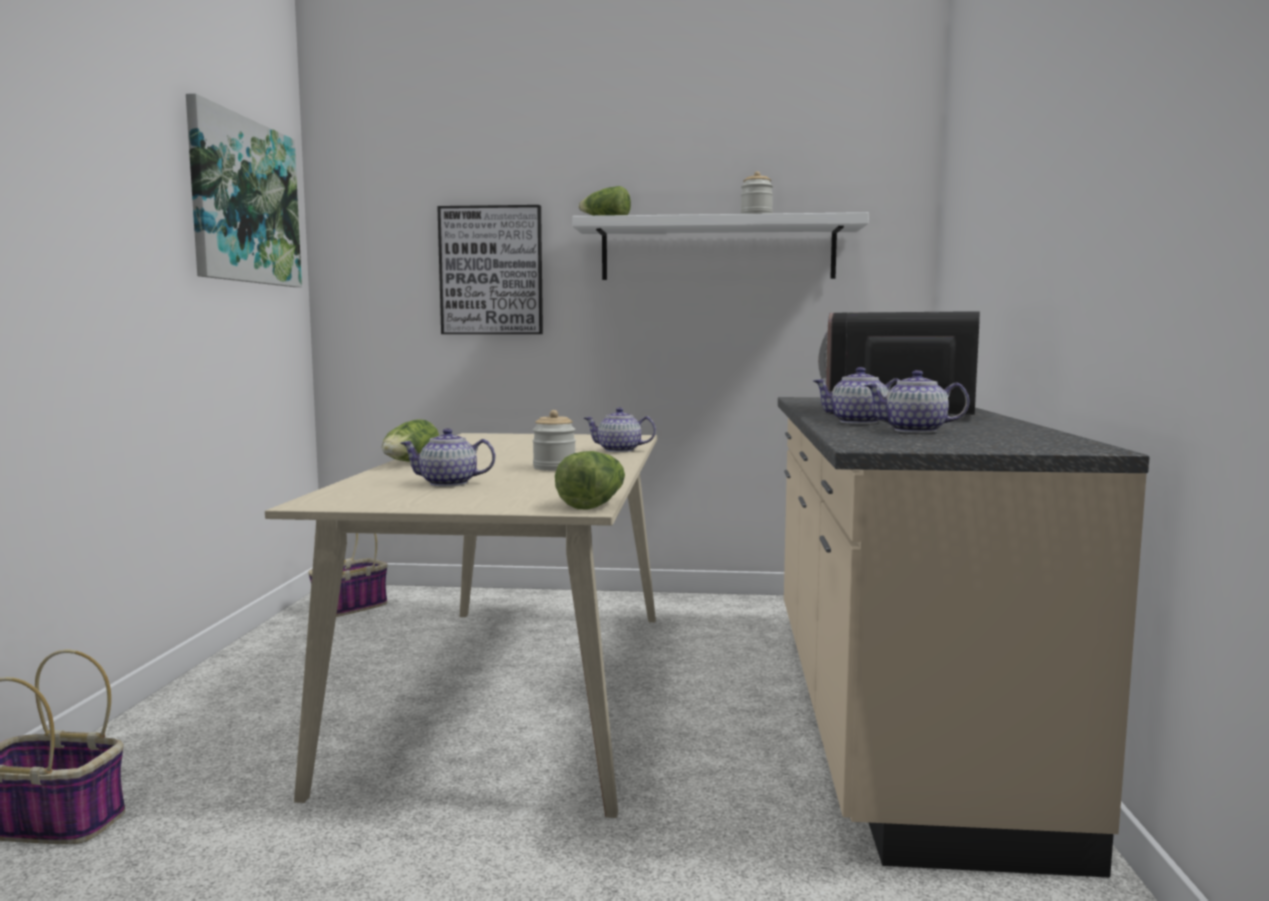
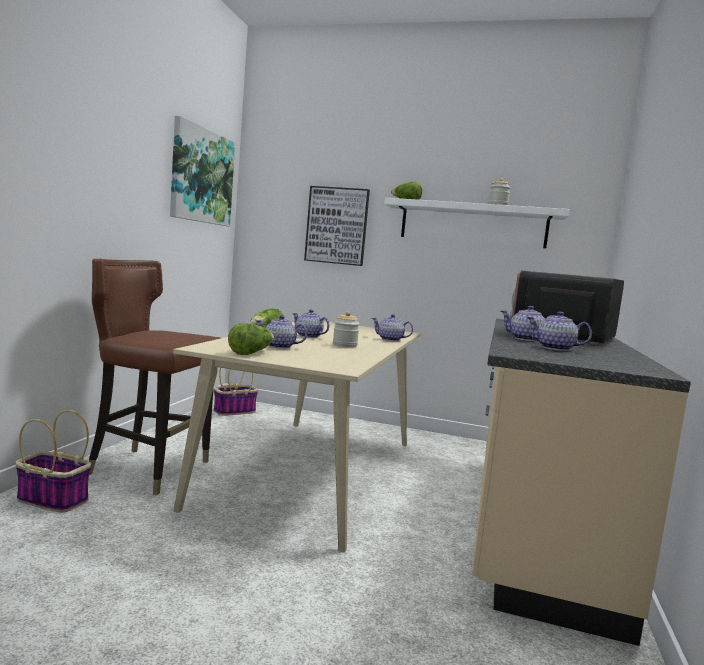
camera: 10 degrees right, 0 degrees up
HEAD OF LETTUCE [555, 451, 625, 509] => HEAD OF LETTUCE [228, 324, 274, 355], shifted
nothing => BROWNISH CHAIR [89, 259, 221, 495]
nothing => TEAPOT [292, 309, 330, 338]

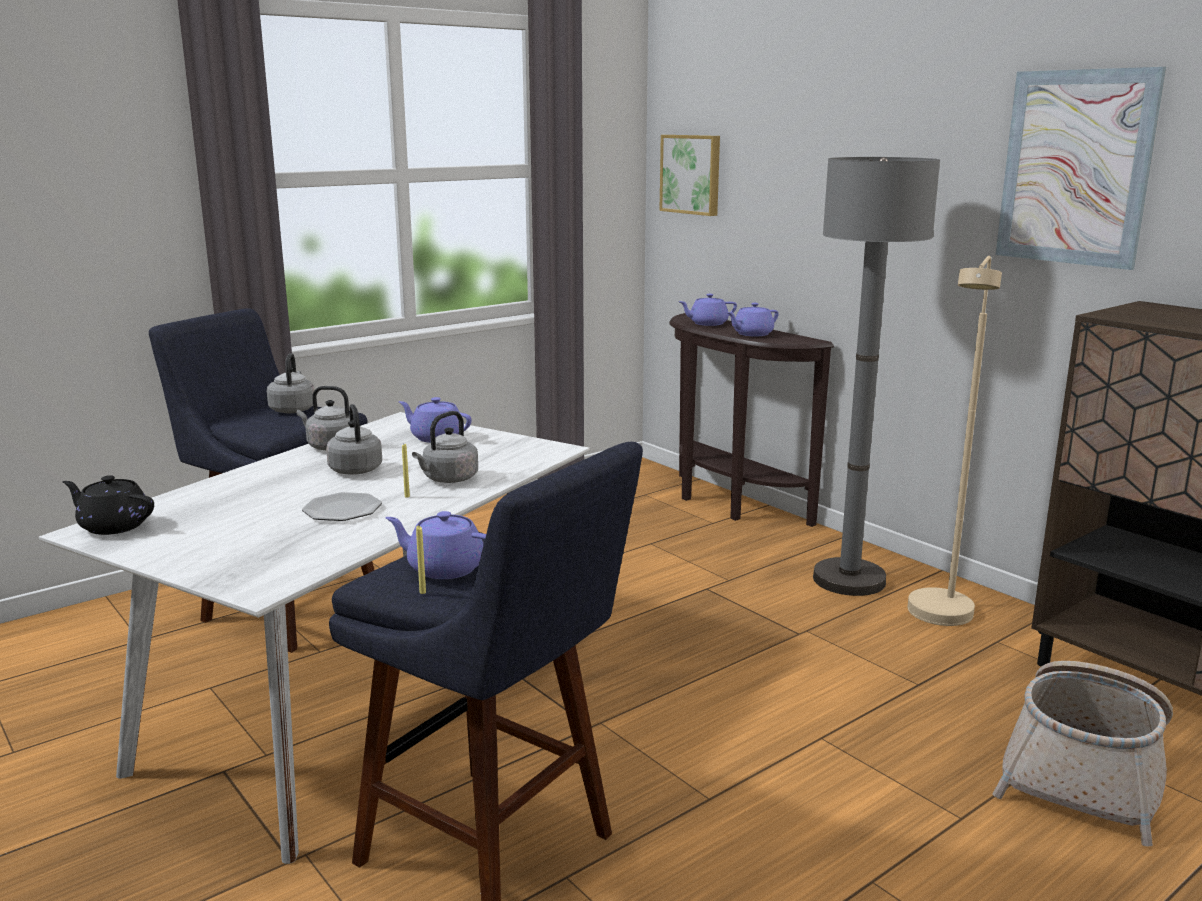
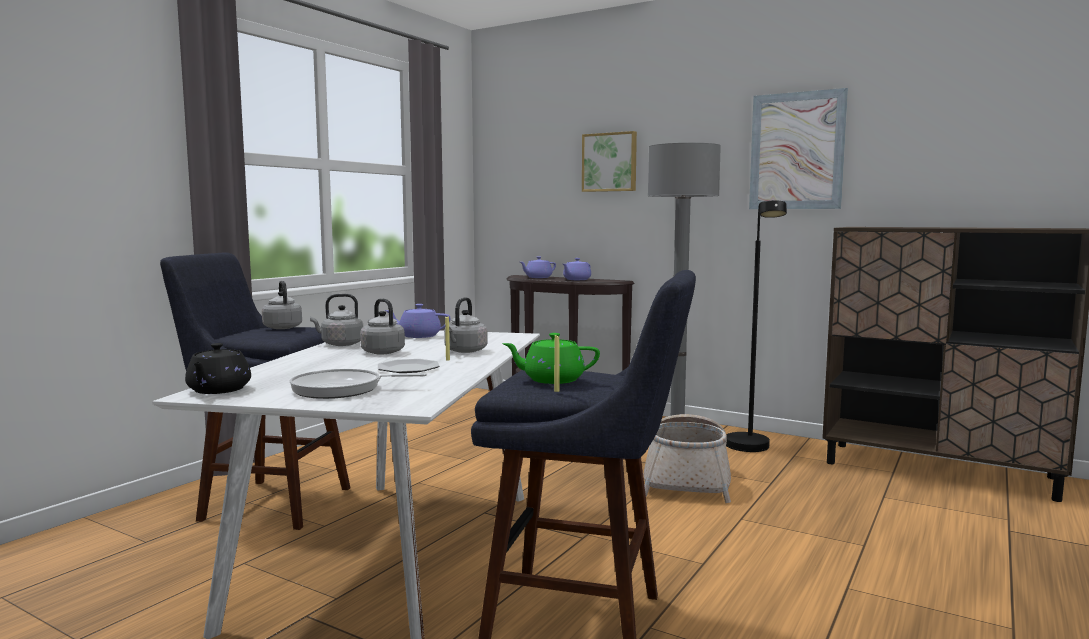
camera: 20 degrees left, 10 degrees down
PICTURE [659, 135, 720, 216] => PICTURE [582, 131, 637, 192], shifted
BEIGE STANDARD LAMP [908, 256, 1002, 626] => BLACK STANDARD LAMP [726, 200, 787, 452]
BLACK TEAPOT [63, 475, 154, 535] => BLACK TEAPOT [185, 343, 251, 394], 90 degrees counterclockwise
PURPLE TEAPOT [385, 511, 486, 579] => GREEN TEAPOT [502, 333, 600, 384]
STORAGE BASKET [993, 661, 1173, 847] => STORAGE BASKET [644, 414, 731, 503], shifted
nothing => FRYING PAN [290, 369, 427, 399]

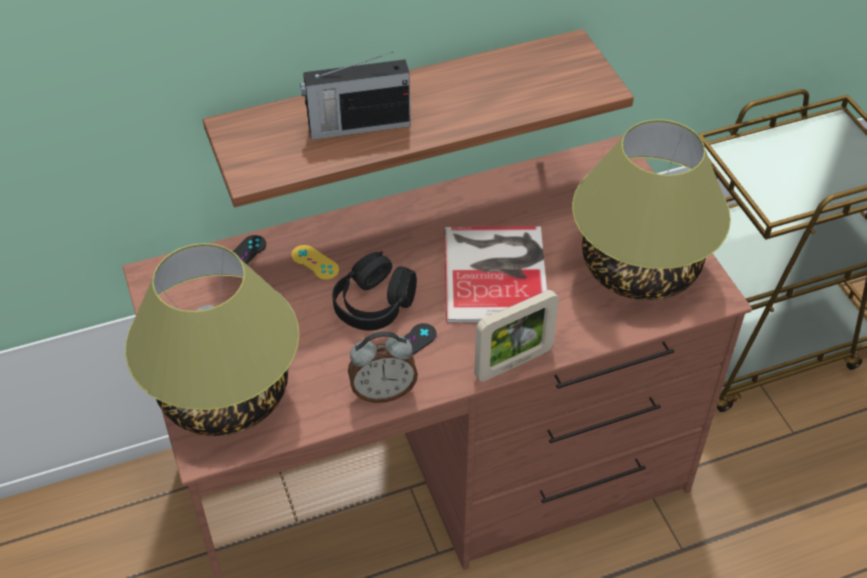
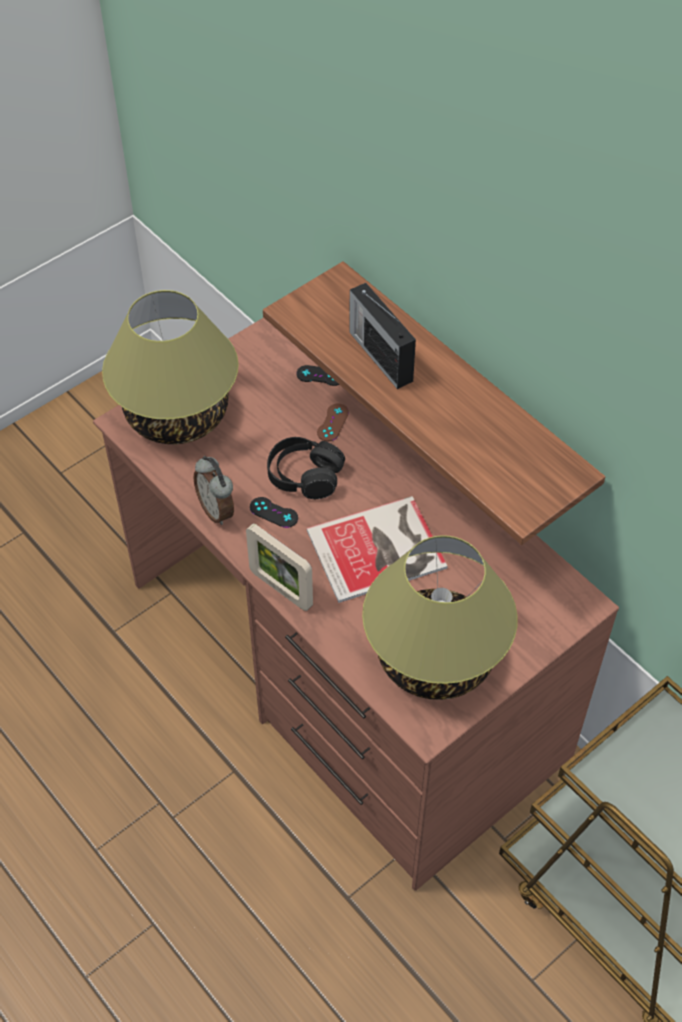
camera: 70 degrees right, 5 degrees up
YELLOWISH GAMEPAD [291, 245, 339, 280] => BROWNISH GAMEPAD [317, 403, 349, 441]

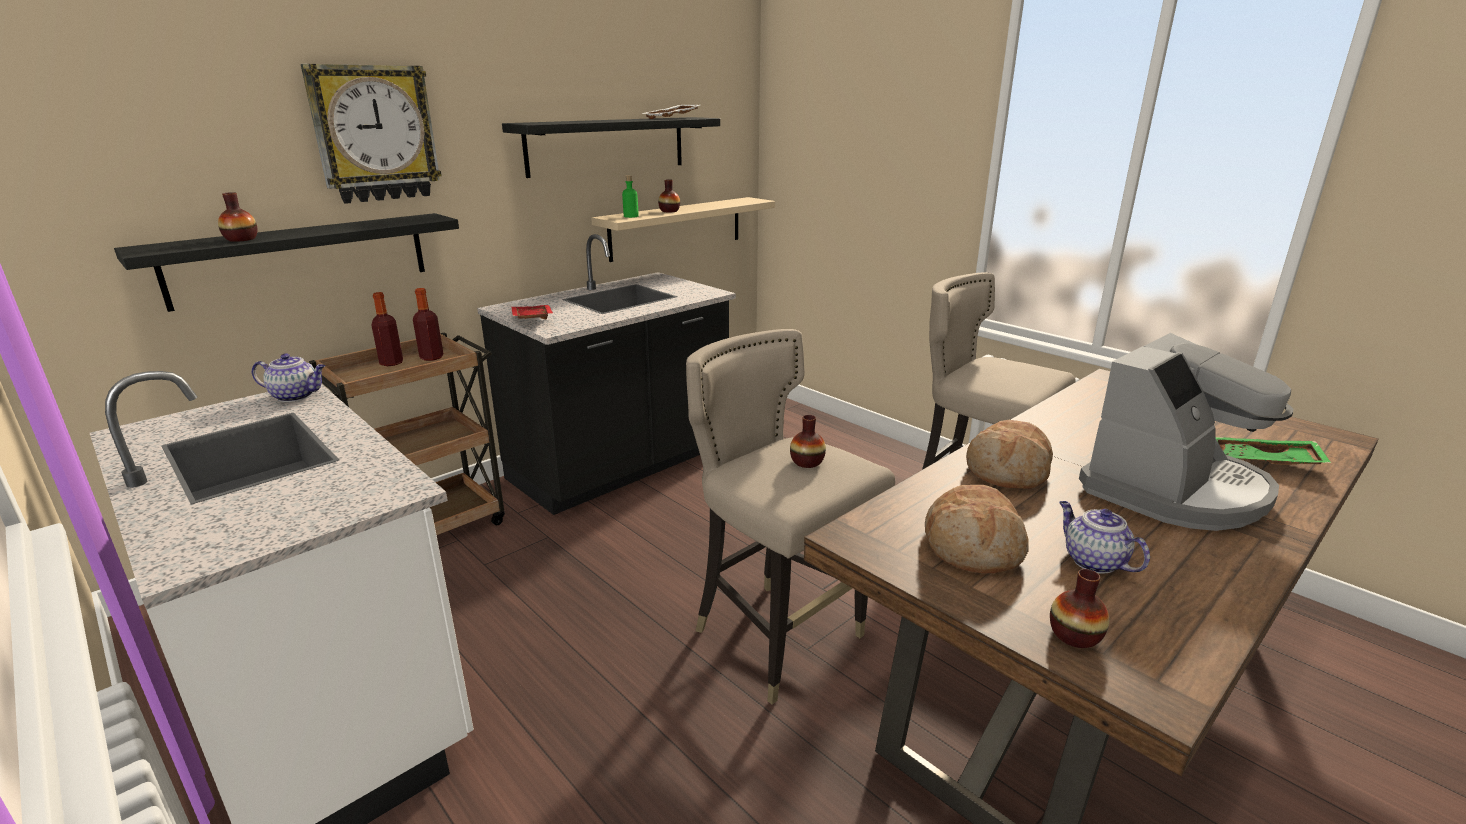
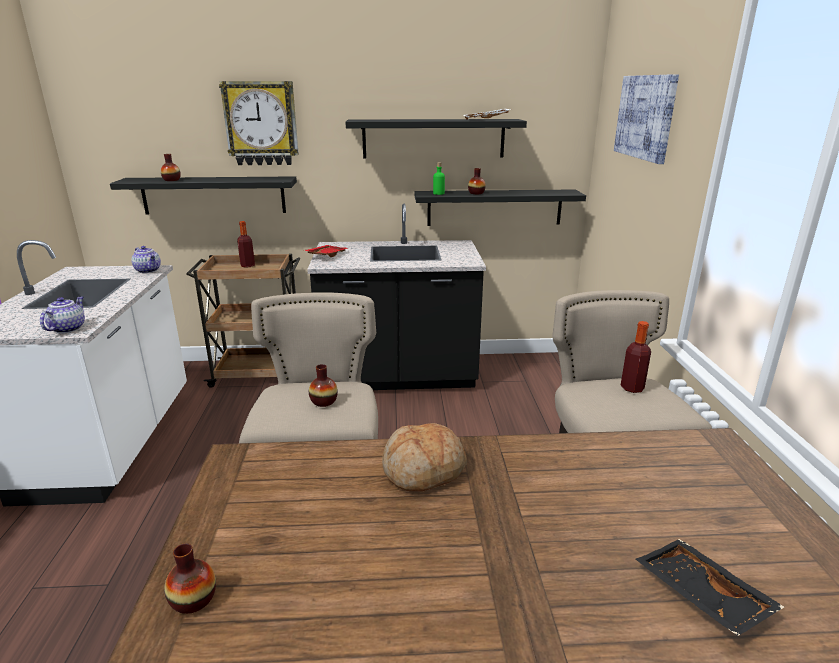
camera: 40 degrees right, 0 degrees up
BEIGE BRACKET SHELF [591, 197, 775, 262] => BLACK BRACKET SHELF [414, 189, 586, 226]
DRINK BOTTLE [413, 288, 444, 361] => DRINK BOTTLE [621, 321, 651, 393], shifted
COFFEE MAKER [1079, 333, 1293, 531] => nothing
GREEN SERVING TRAY [1215, 437, 1331, 465] => BLACK SERVING TRAY [636, 539, 784, 636]
BAKED BREAD [925, 485, 1029, 573] => nothing
TEAPOT [1059, 501, 1150, 574] => TEAPOT [40, 296, 85, 333], shifted
nothing => PICTURE [614, 74, 679, 164]

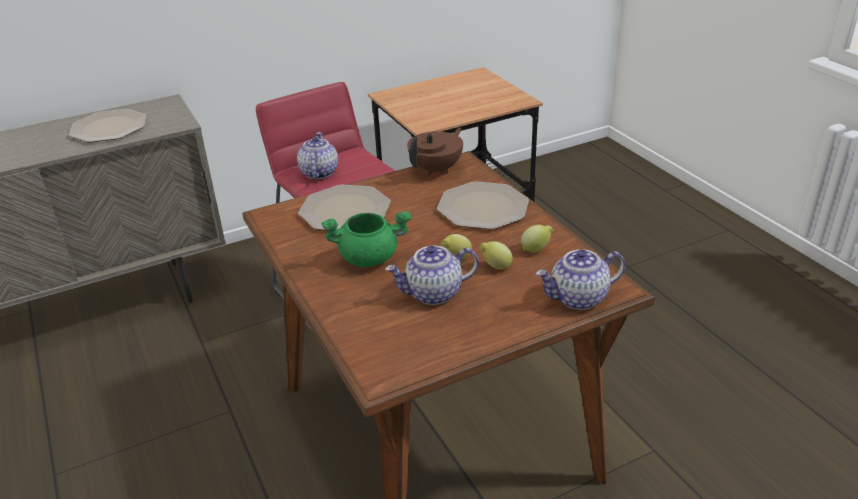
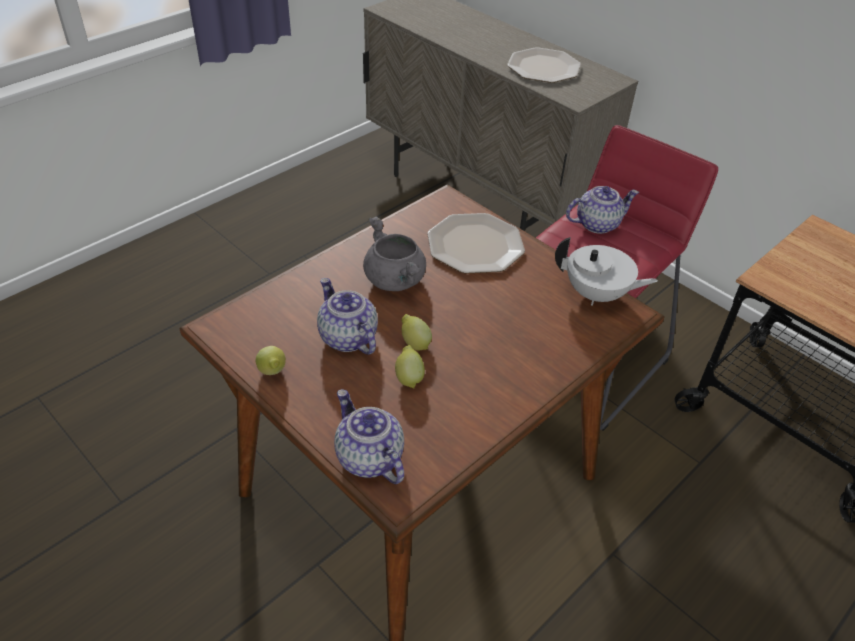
camera: 70 degrees right, 10 degrees up
BROWNISH TEAPOT [407, 128, 463, 175] => WHITISH TEAPOT [555, 237, 658, 306]
FLAT DISH [437, 181, 529, 229] => nothing
GREEN SAUCEPOT [321, 211, 412, 267] => GREY SAUCEPOT [363, 217, 426, 291]
CITRUS FRUIT [521, 225, 553, 253] => CITRUS FRUIT [256, 346, 286, 375], shifted

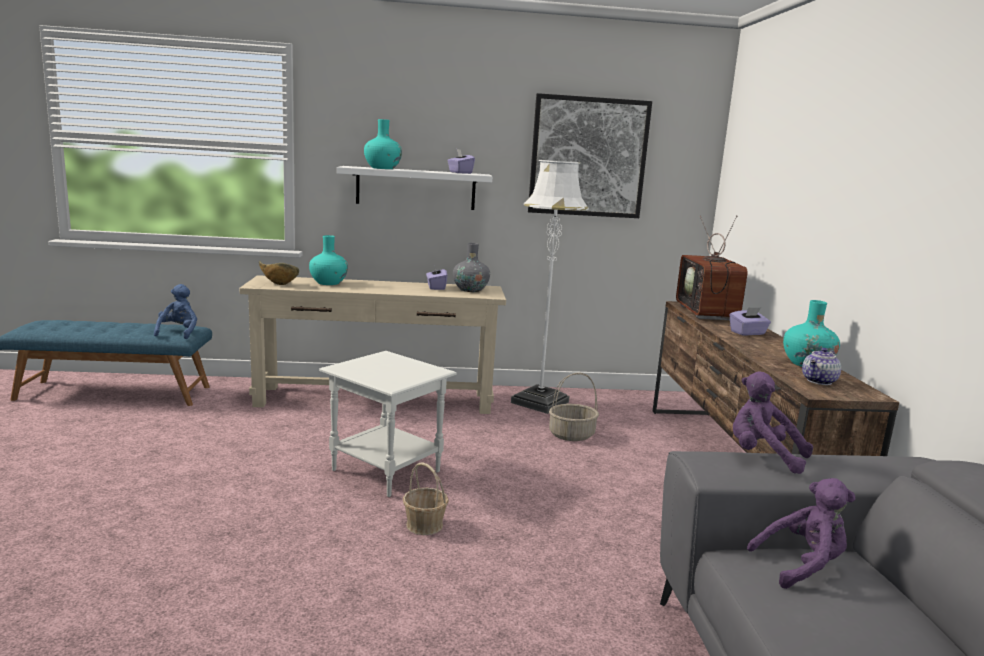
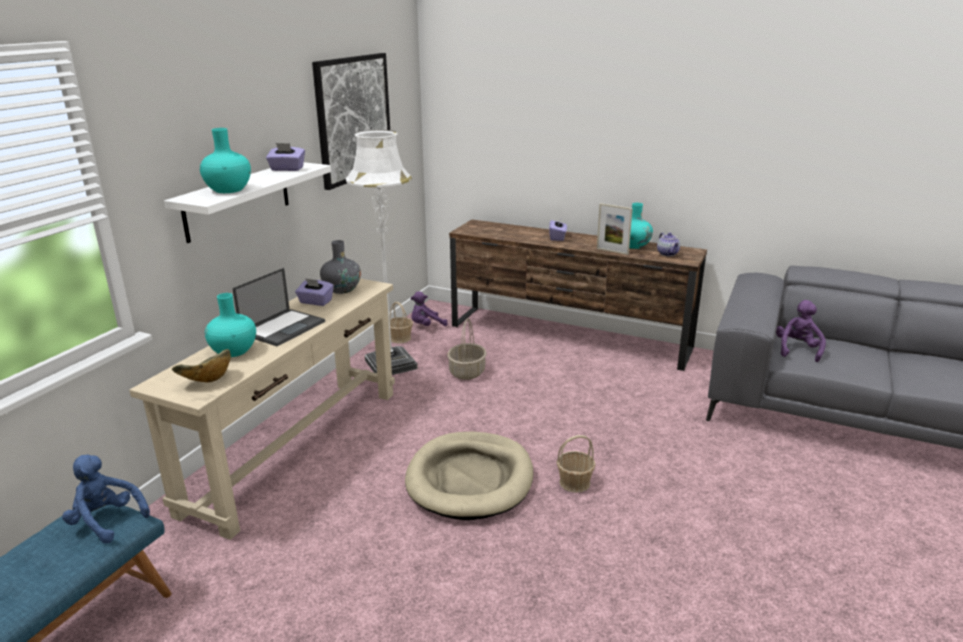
camera: 60 degrees left, 10 degrees up
TV [676, 216, 748, 326] => nothing
WHITISH END TABLE [319, 351, 457, 497] => BEIGE DOG CUSHION [405, 432, 533, 520]
PURPLE SOFT TOY [733, 371, 813, 474] => PURPLE SOFT TOY [410, 291, 448, 326], shifted
nothing => PHOTO FRAME [597, 203, 633, 255]
nothing => NOTEBOOK COMPUTER [232, 268, 325, 346]
nothing => STORAGE BASKET [389, 302, 413, 343]

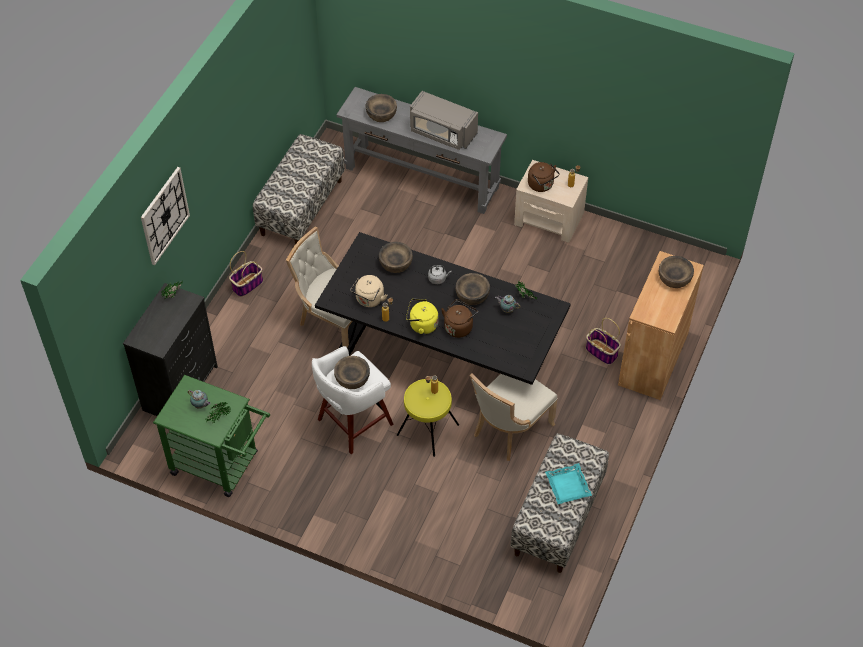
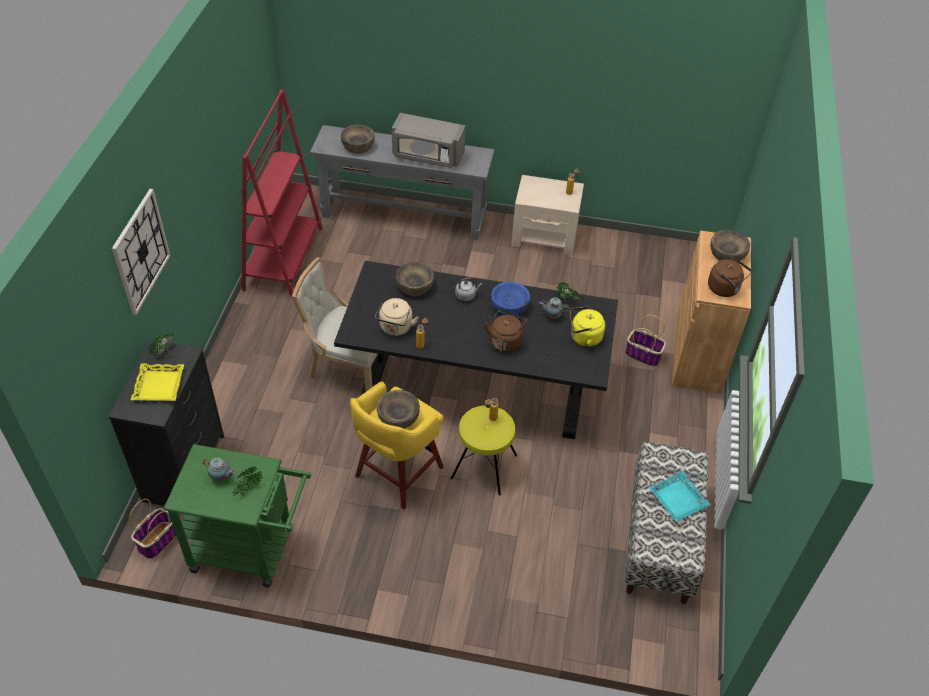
camera: 15 degrees left, 5 degrees down
INDOOR BENCH [253, 134, 345, 244] => RED SHELVING UNIT [241, 89, 323, 297]
BROWNISH TEA KETTLE [528, 162, 560, 192] => BROWNISH TEA KETTLE [708, 259, 752, 297], shifted
STORAGE BASKET [229, 251, 263, 297] => STORAGE BASKET [129, 499, 176, 559], shifted
BROWNISH DEEP DISH [456, 273, 490, 305] => BLUE DEEP DISH [491, 282, 530, 317]
YELLOWISH TEA KETTLE [406, 299, 438, 334] => YELLOWISH TEA KETTLE [570, 306, 605, 347], shifted
WHITISH STOOL [312, 346, 393, 454] => YELLOWISH STOOL [350, 381, 444, 509]
BEIGE CHAIR [470, 373, 558, 461] => nothing
nothing => YELLOWISH SERVING TRAY [131, 363, 184, 401]

